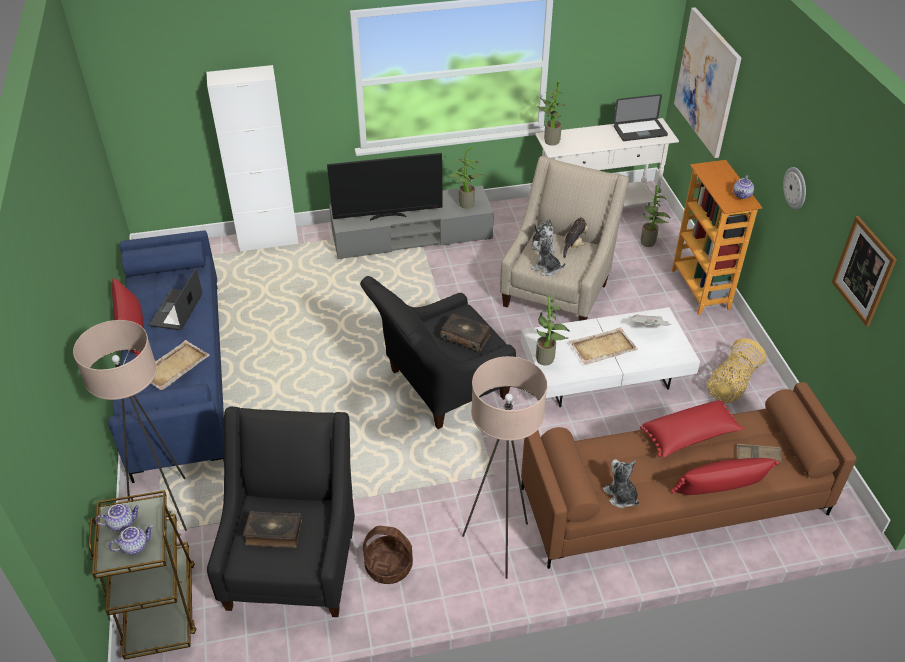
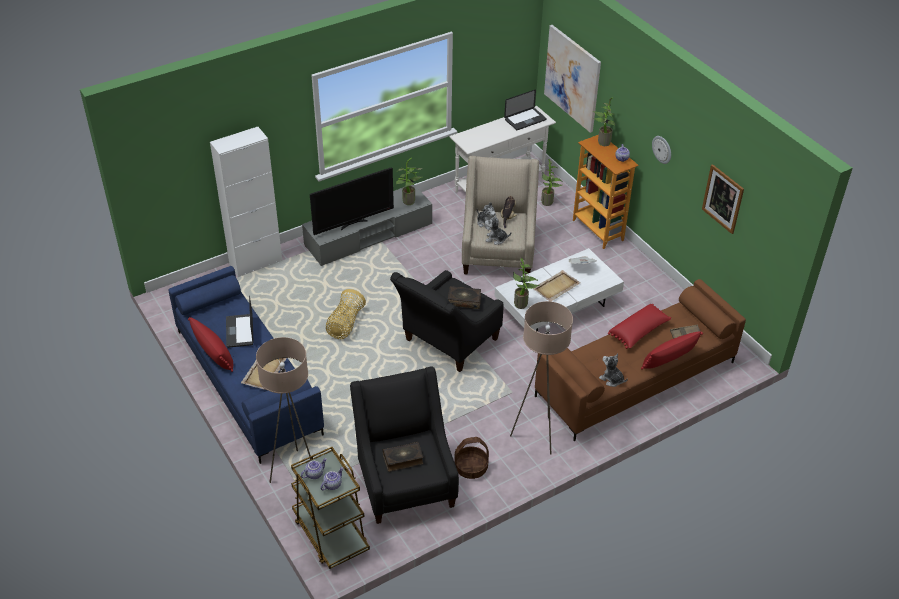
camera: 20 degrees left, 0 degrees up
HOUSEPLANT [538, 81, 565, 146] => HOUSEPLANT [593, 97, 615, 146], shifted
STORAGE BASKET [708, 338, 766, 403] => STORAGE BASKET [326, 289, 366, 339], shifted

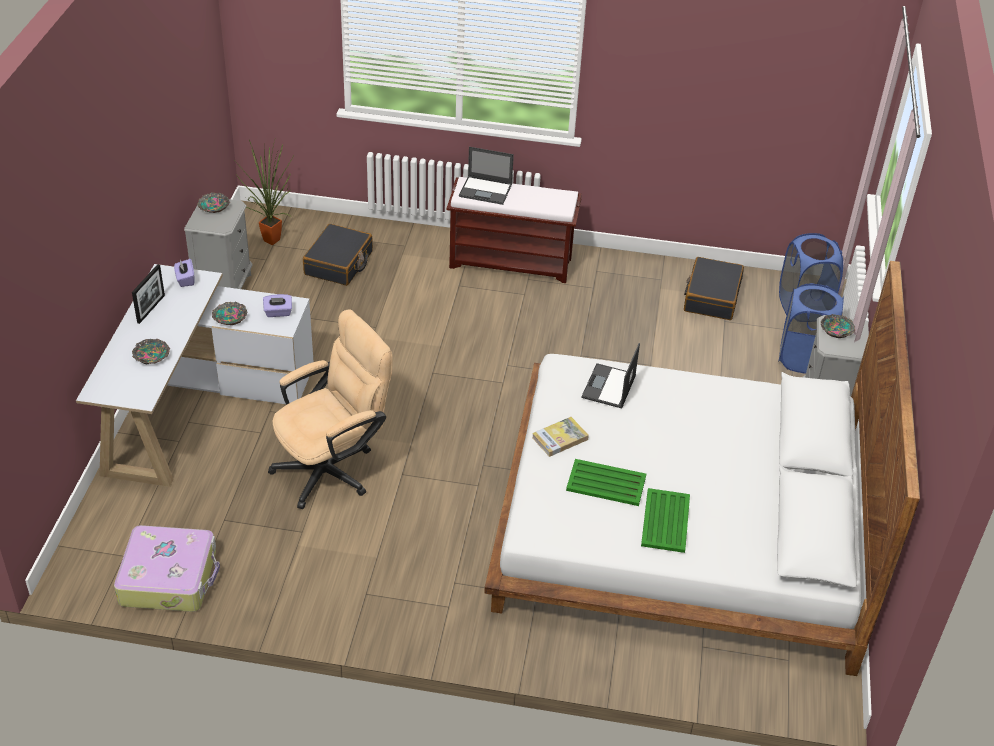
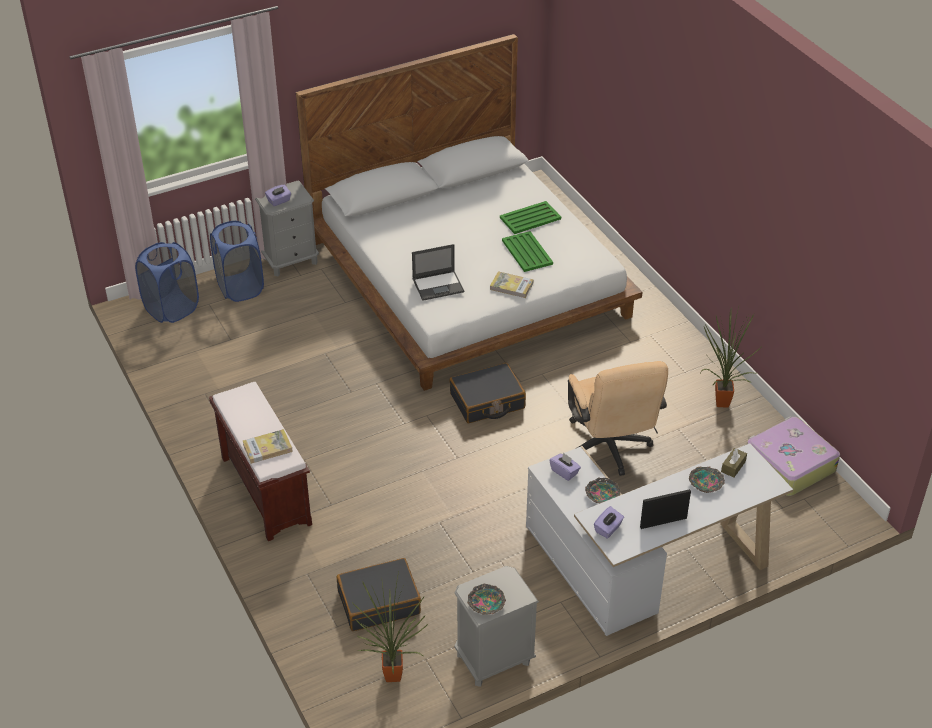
camera: 125 degrees left, 0 degrees up
NOTEBOOK COMPUTER [459, 147, 514, 205] => BOOK [243, 429, 293, 464]
BLACK PIECE OF LUGGAGE [684, 257, 744, 320] => BLACK PIECE OF LUGGAGE [449, 363, 526, 423], shifted
BEIGE OFFICE CHAIR [268, 309, 392, 509] => BEIGE OFFICE CHAIR [568, 361, 668, 476], 120 degrees counterclockwise
DEEP DISH [821, 314, 855, 338] => PURPLE BOX OF TISSUES [265, 185, 291, 206]
nothing => HOUSEPLANT [700, 307, 762, 408]
nothing => BROWNISH BOX OF TISSUES [721, 448, 747, 477]

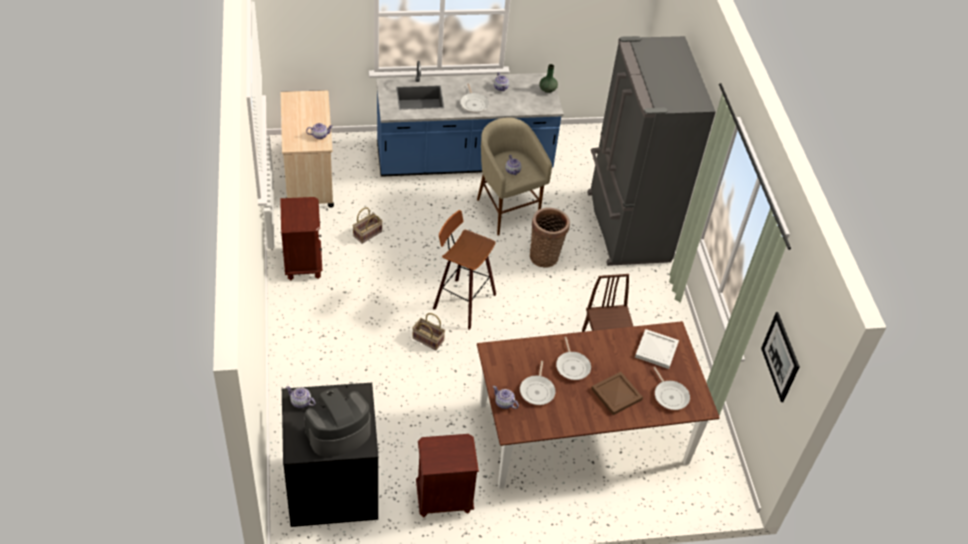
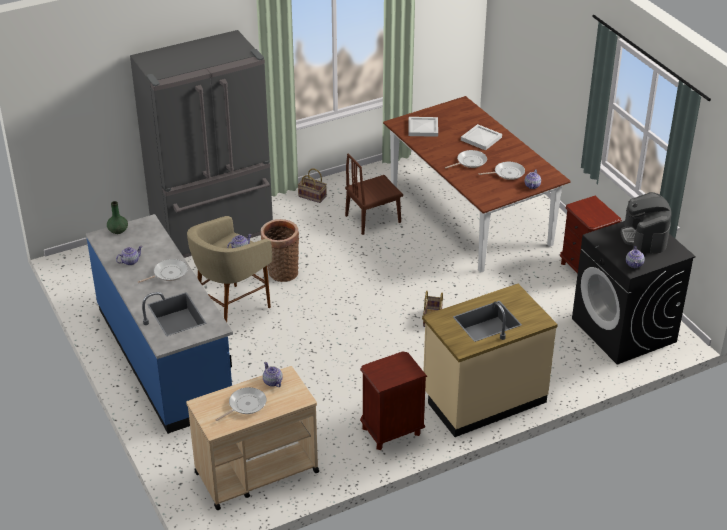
camera: 105 degrees left, 10 degrees down
STORAGE BASKET [352, 207, 383, 244] => STORAGE BASKET [298, 168, 327, 203], shifted
STOOL [433, 210, 496, 330] => nothing
PICTURE [761, 312, 800, 402] => nothing
FRYING PAN [653, 367, 690, 410] => FRYING PAN [215, 387, 266, 421], shifted
BROWNISH SERVING TRAY [591, 372, 643, 415] => WHITISH SERVING TRAY [461, 124, 502, 151]
COFFEE MAKER [304, 388, 371, 457] => COFFEE MAKER [621, 192, 672, 253], 45 degrees clockwise
nothing => BEIGE KITCHEN BASE UNIT [422, 284, 558, 437]

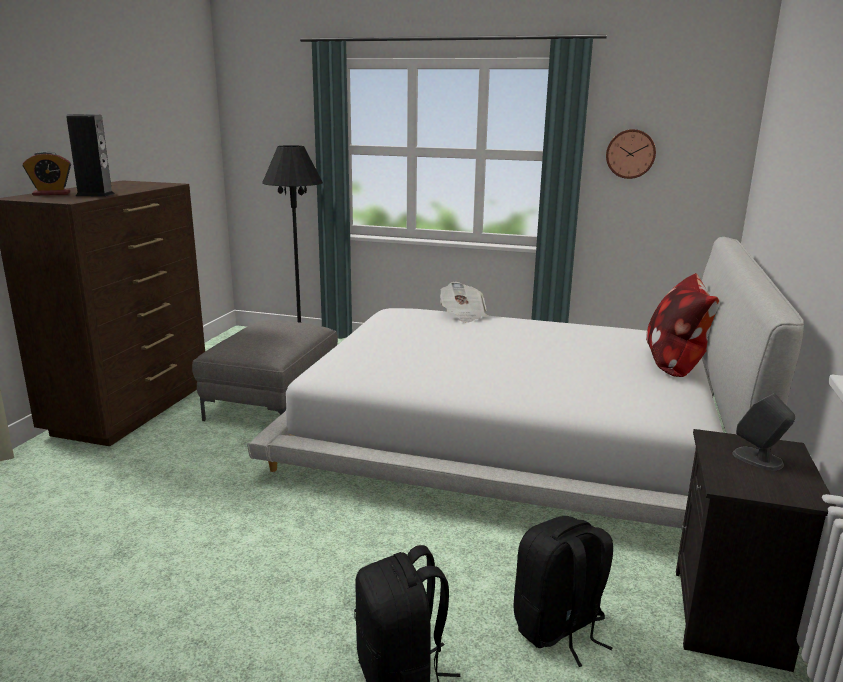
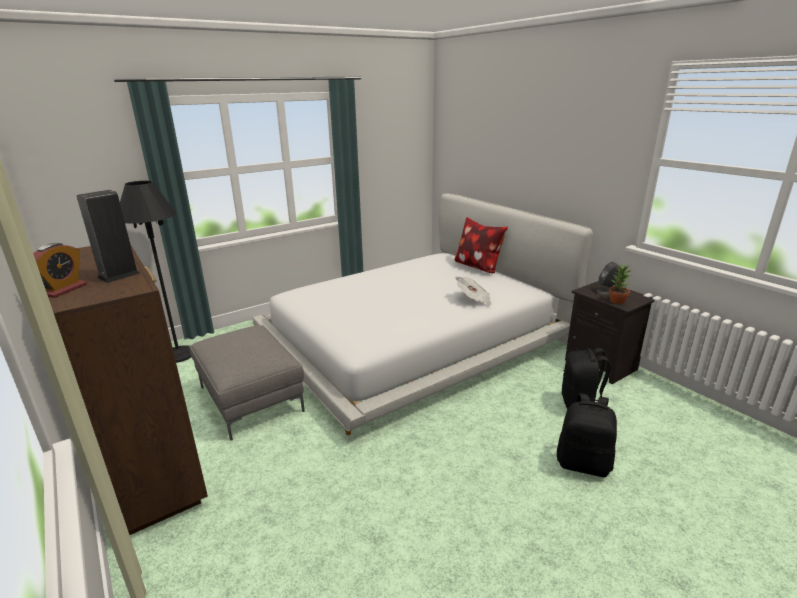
camera: 50 degrees left, 5 degrees up
WALL CLOCK [606, 129, 656, 179] => nothing
NEWSPAPER [440, 282, 487, 323] => NEWSPAPER [455, 276, 492, 305], shifted
nothing => HOUSEPLANT [609, 263, 632, 304]

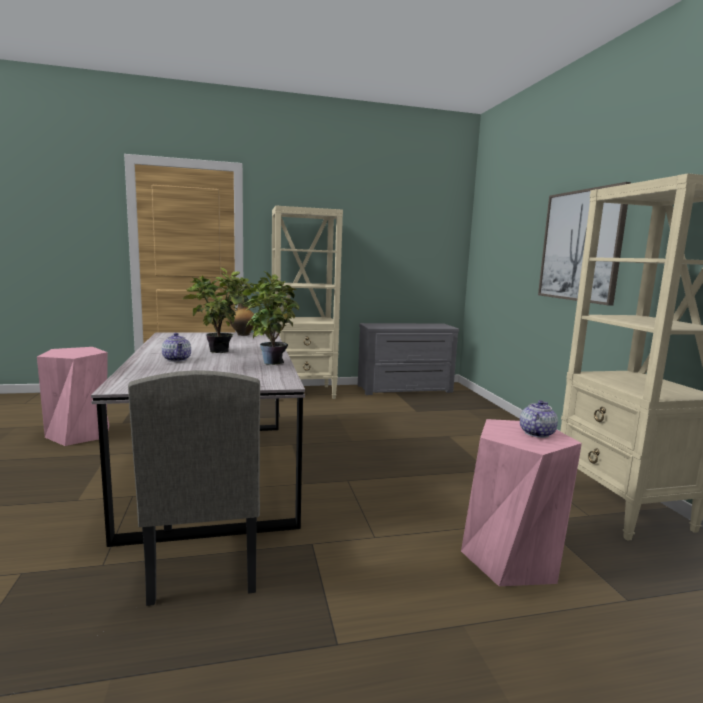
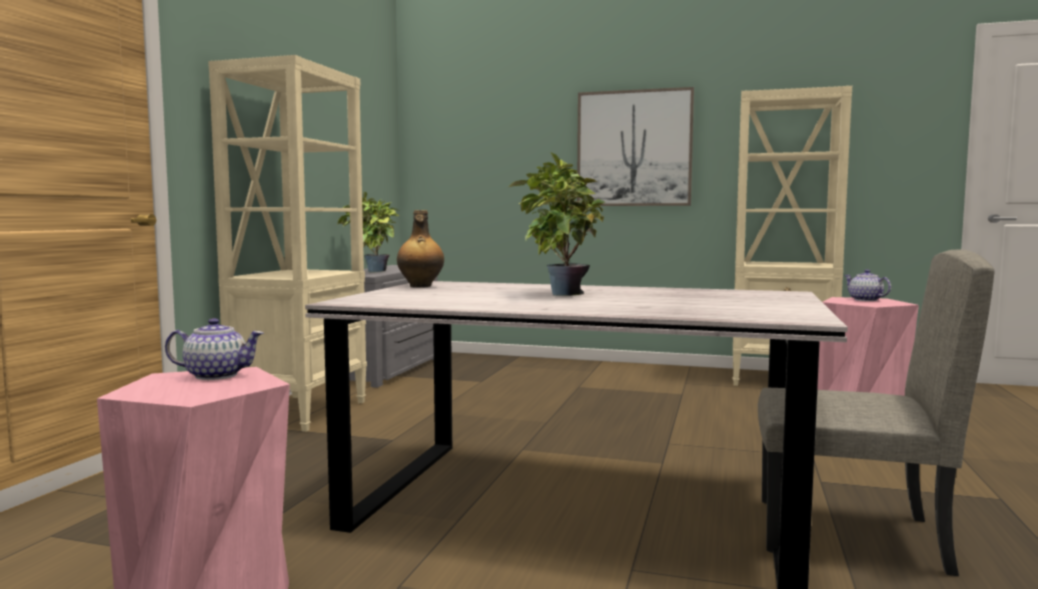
camera: 60 degrees left, 5 degrees down
HOUSEPLANT [240, 271, 300, 365] => HOUSEPLANT [337, 192, 399, 272], shifted
TEAPOT [162, 333, 191, 362] => TEAPOT [165, 318, 264, 380], shifted

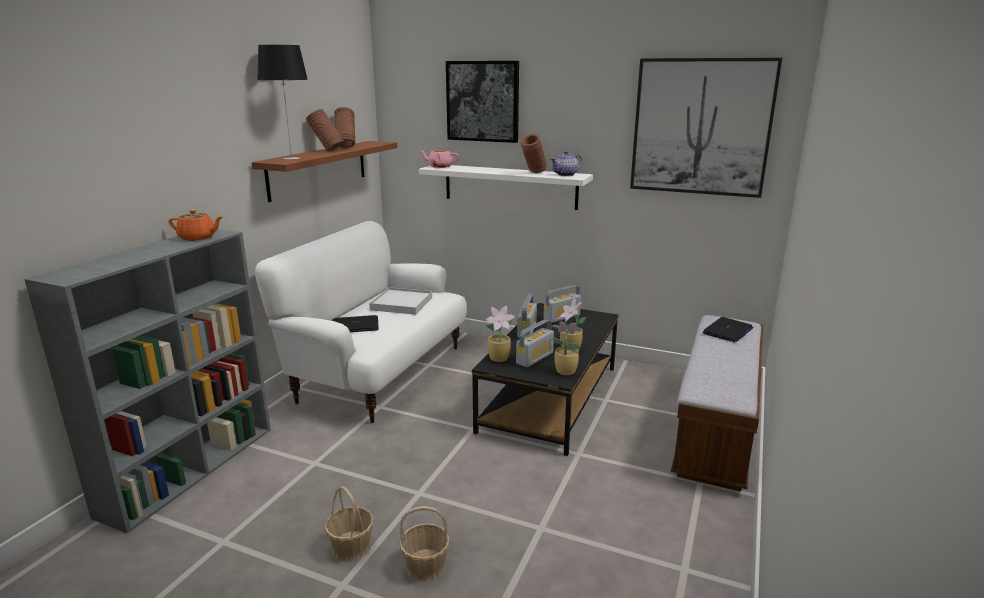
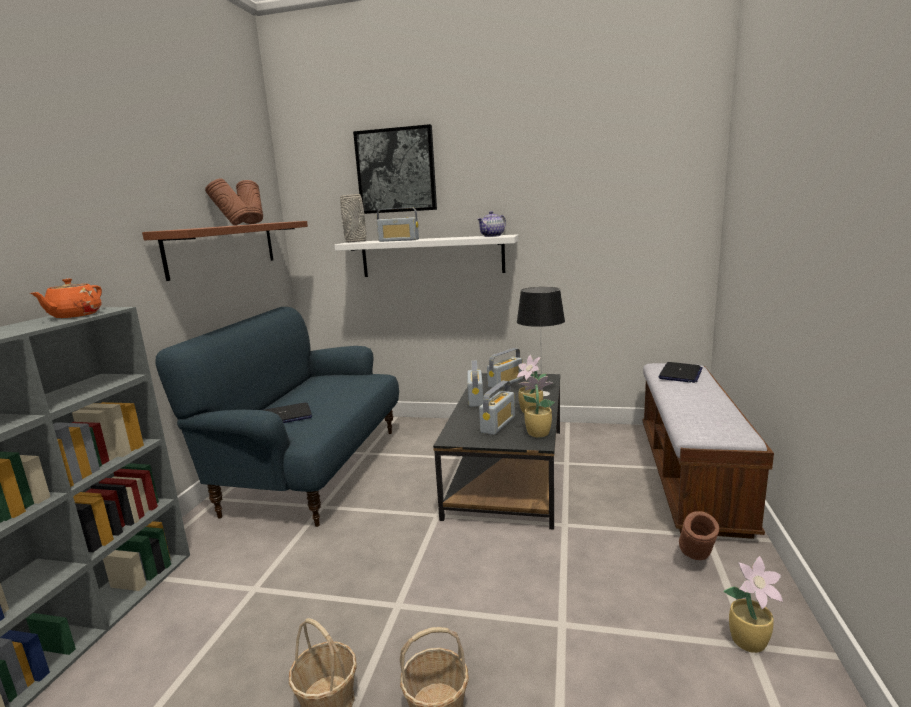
camera: 10 degrees left, 5 degrees down
TABLETOP LAMP [257, 45, 308, 160] => TABLETOP LAMP [517, 287, 565, 396], shifted
PICTURE [630, 58, 782, 198] => nothing
BROWNISH VASE [520, 134, 547, 173] => BROWNISH VASE [679, 511, 719, 560], shifted
PINKISH TEAPOT [420, 147, 459, 168] => GREY VASE [340, 194, 366, 243]
ORANGEY TEAPOT [169, 210, 222, 241] => ORANGEY TEAPOT [30, 278, 102, 318], 105 degrees clockwise
WHITISH COUCH [255, 221, 467, 423] => BLUE COUCH [155, 307, 399, 527]
WHITISH SERVING TRAY [369, 287, 432, 315] => nothing
HOUSEPLANT [485, 306, 516, 362] => HOUSEPLANT [723, 556, 783, 653], shifted
nothing => RADIO SET [377, 207, 419, 242]

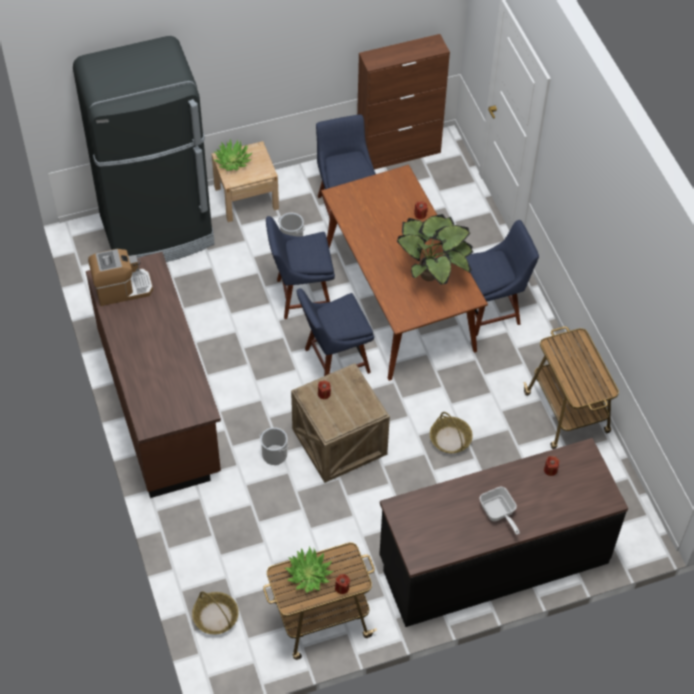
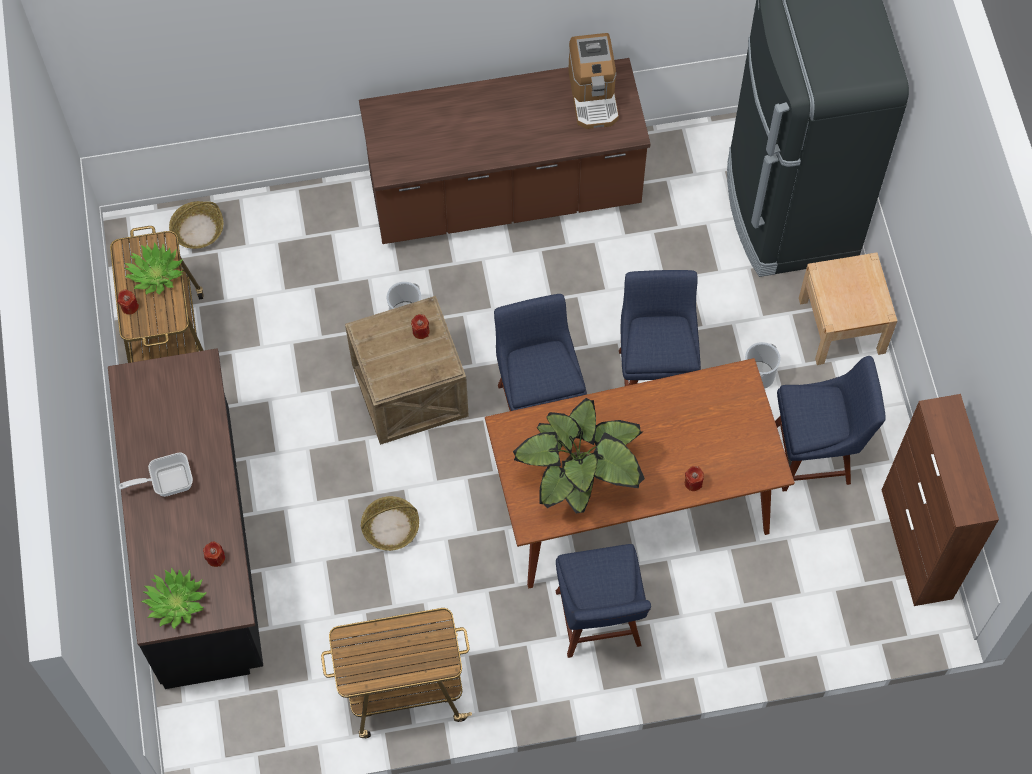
camera: 100 degrees right, 10 degrees up
HOUSEPLANT [213, 139, 253, 171] => HOUSEPLANT [141, 567, 207, 630], shifted

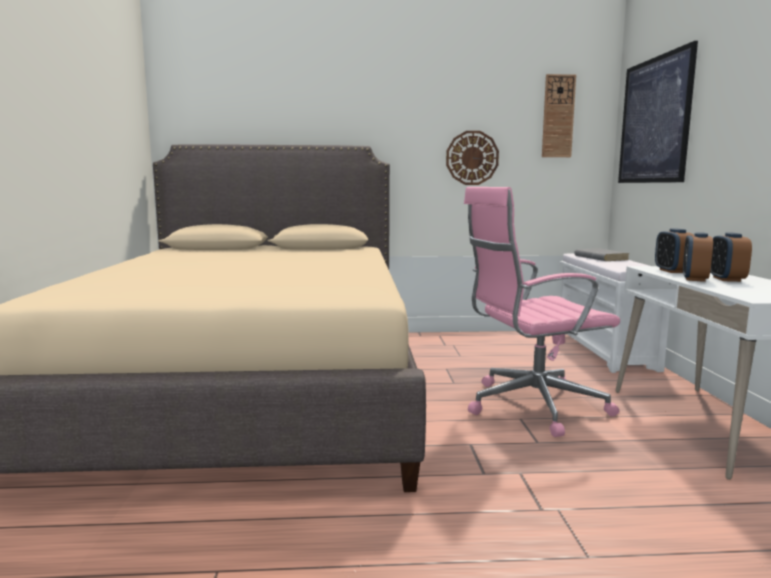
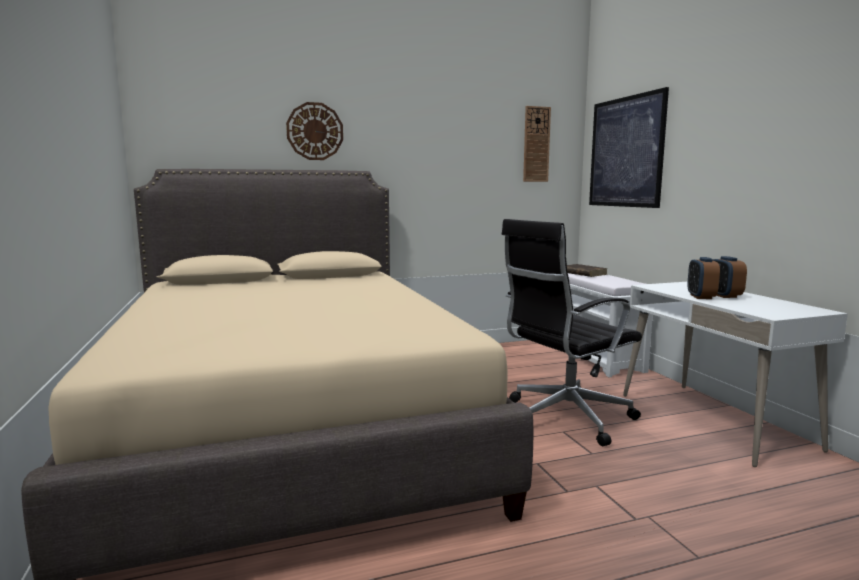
camera: 15 degrees left, 0 degrees up
WALL CLOCK [446, 131, 499, 185] => WALL CLOCK [286, 102, 343, 160], shifted
PINKISH OFFICE CHAIR [464, 187, 620, 437] => BLACK OFFICE CHAIR [501, 219, 642, 446]
BEDSIDE CLOCK [655, 228, 694, 273] => nothing
GREY BOOK [574, 248, 629, 261] => BROWNISH BOOK [567, 264, 608, 277]

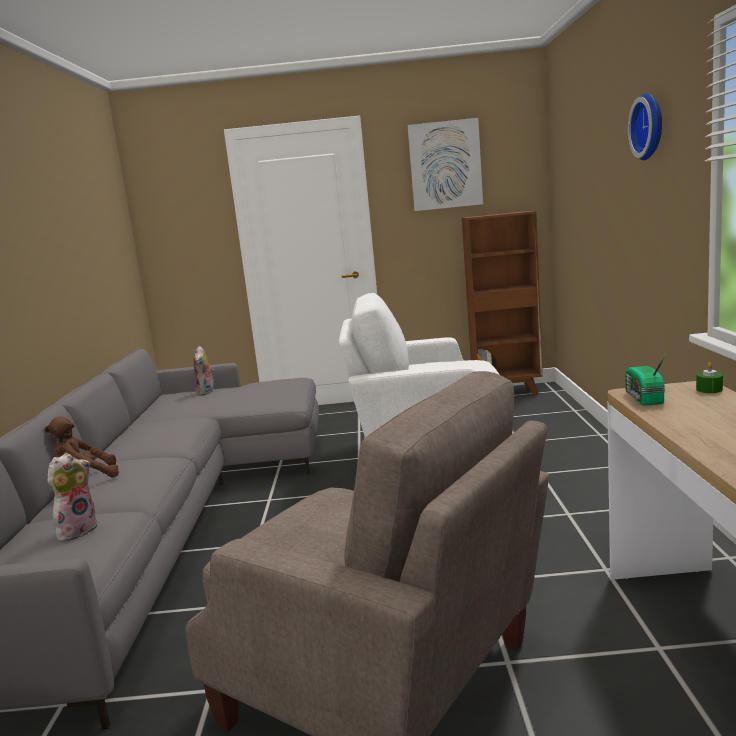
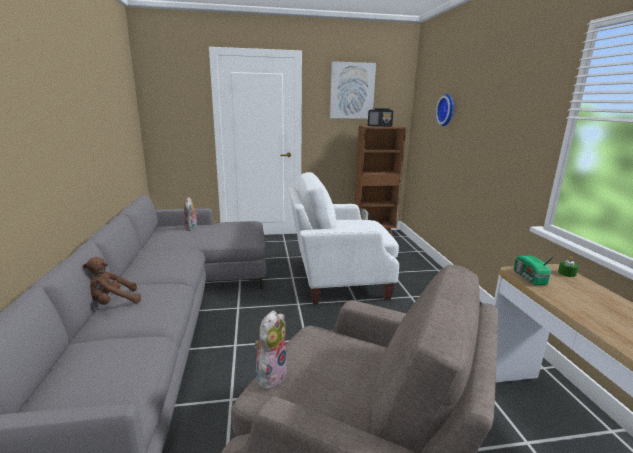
camera: 10 degrees left, 5 degrees up
WALL CLOCK [628, 93, 662, 160] => WALL CLOCK [436, 94, 454, 126], shifted
SOFT TOY [48, 453, 97, 542] => SOFT TOY [255, 310, 287, 392], shifted
nothing => RADIO SET [368, 108, 393, 127]

